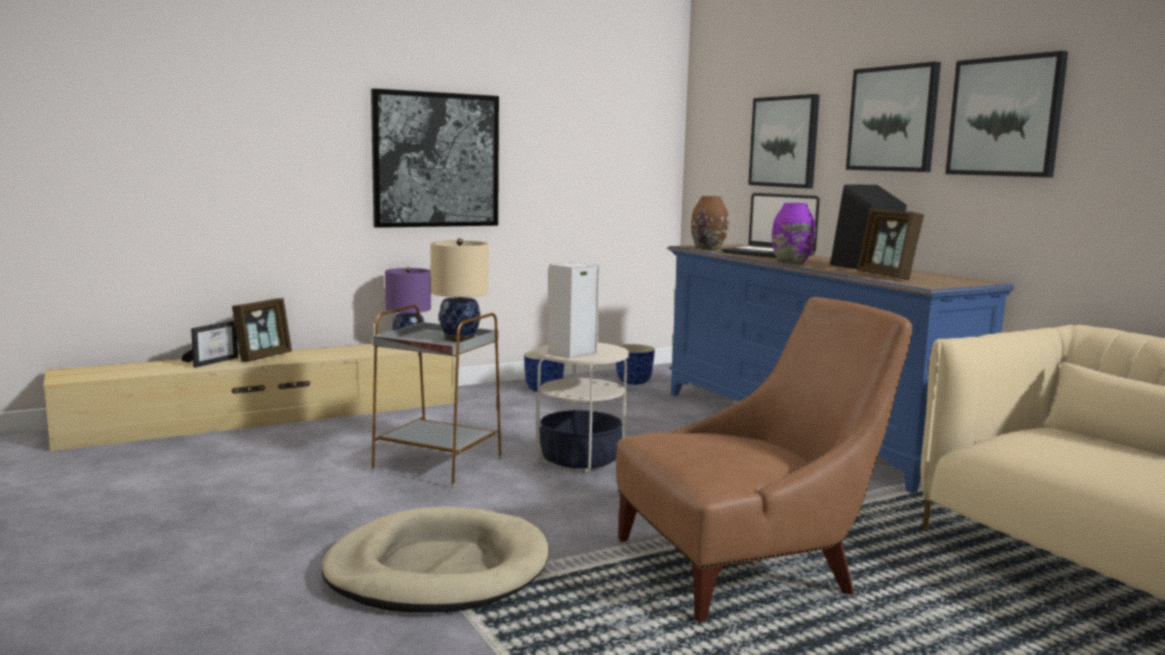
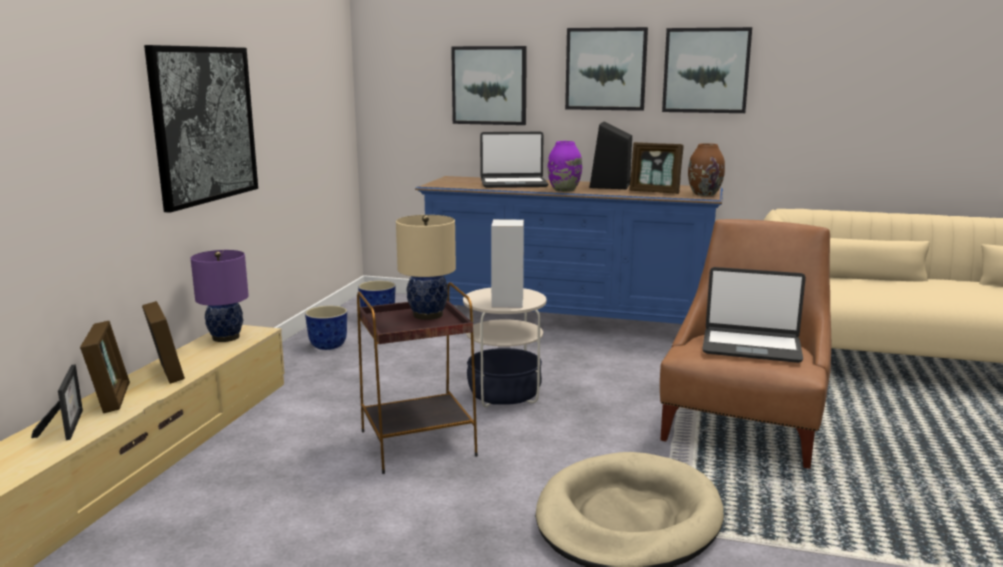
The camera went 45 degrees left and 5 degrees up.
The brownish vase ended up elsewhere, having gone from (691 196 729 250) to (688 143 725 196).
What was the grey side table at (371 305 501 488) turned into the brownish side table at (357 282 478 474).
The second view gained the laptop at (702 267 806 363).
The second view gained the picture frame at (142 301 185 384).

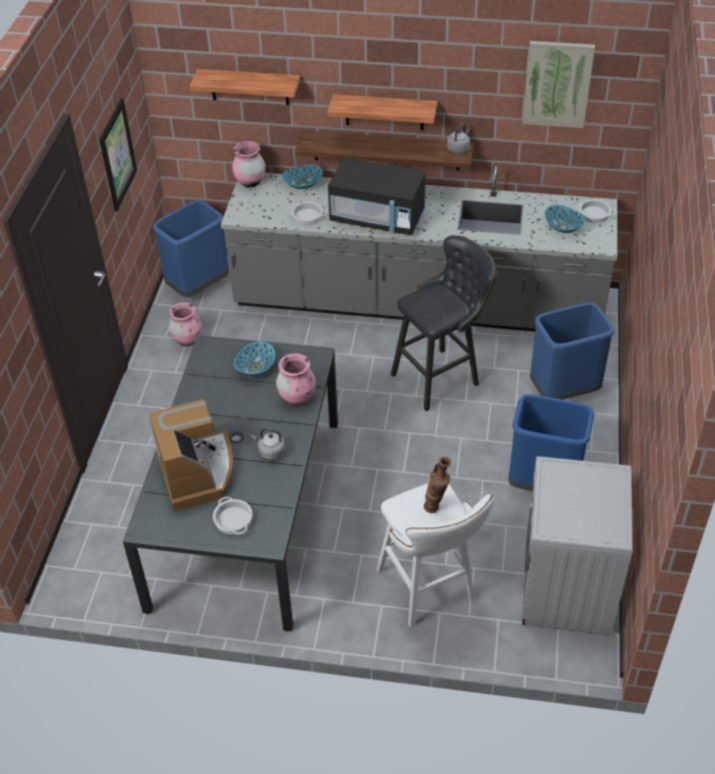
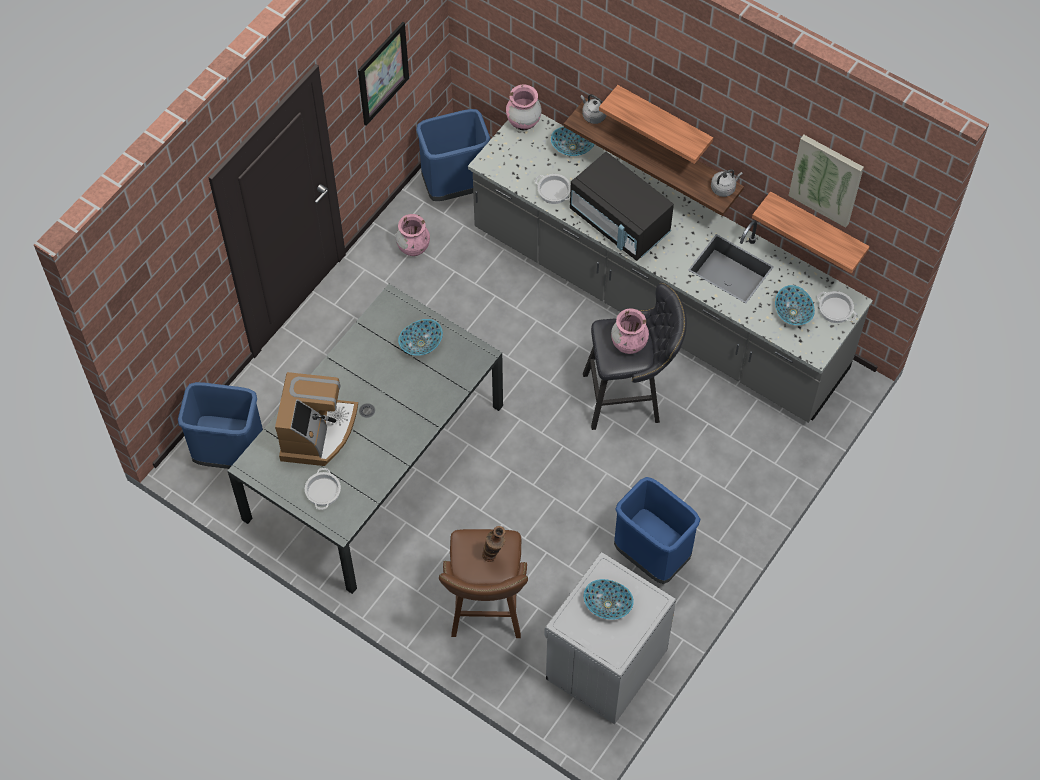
The camera went 25 degrees right and 15 degrees up.
The wall shelf ended up elsewhere, having gone from (190 69 300 105) to (752 191 870 273).
The blue waste bin ended up elsewhere, having gone from (530 303 614 400) to (178 382 263 469).
The pink vase ended up elsewhere, having gone from (276 353 316 406) to (611 309 649 354).
The grey water kettle ended up elsewhere, having gone from (251 428 286 460) to (581 94 606 124).
What was the white-coloured sitting stool at (376 483 494 628) turned into the brownish sitting stool at (439 529 528 638).
The second view gained the bowl at (584 579 634 620).

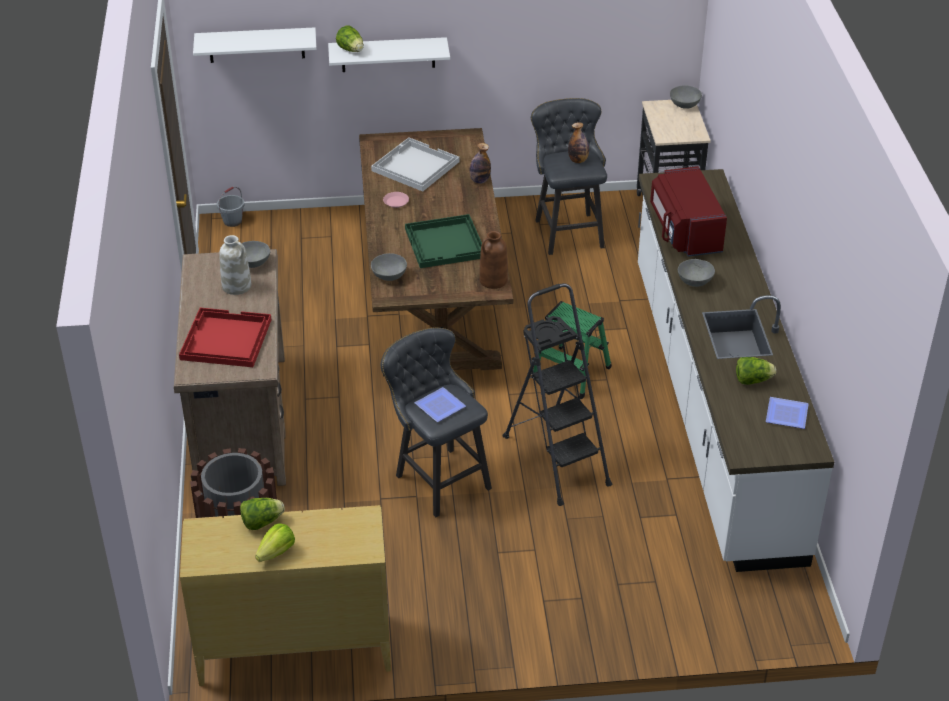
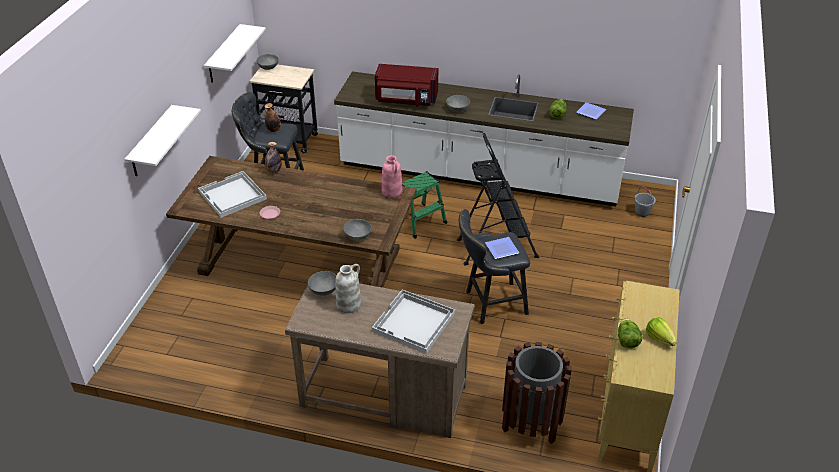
The camera went 70 degrees left and 0 degrees up.
The second view lost the head of lettuce at (336 25 364 52).
The white-coloured wall shelf ended up elsewhere, having gone from (193 27 317 63) to (204 24 266 83).
The grey bucket ended up elsewhere, having gone from (217 187 244 227) to (634 186 656 217).
The second view lost the greenish carrying tray at (405 214 482 268).
What was the brownish vase at (479 231 508 289) turned into the pink vase at (382 155 402 198).
What was the reddish carrying tray at (179 308 271 367) turned into the white-coloured carrying tray at (372 290 455 354).

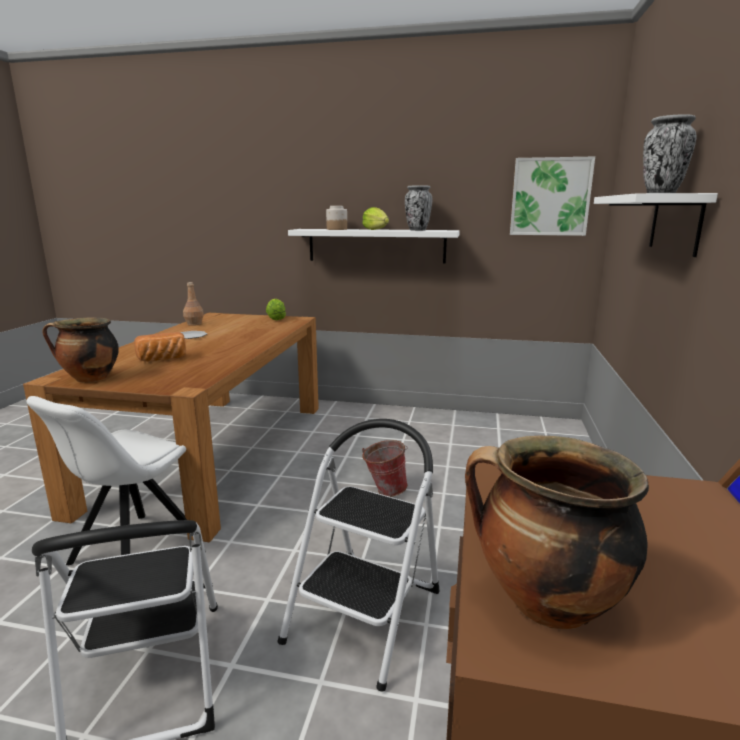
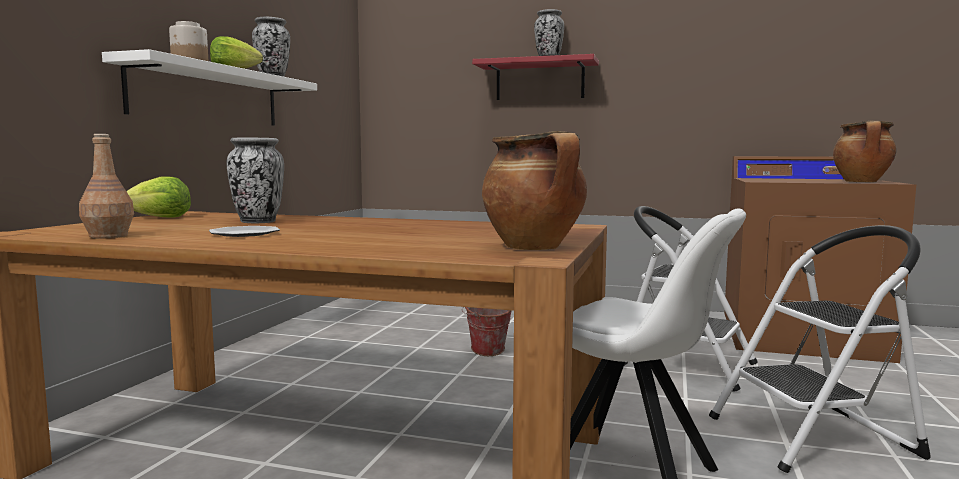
The camera went 85 degrees left and 10 degrees down.
The second view lost the wall picture at (510 157 595 236).
What was the white-coloured wall shelf at (594 193 718 257) turned into the reddish wall shelf at (472 54 599 100).
The second view lost the bakery bread at (134 332 186 362).
The second view gained the vase at (226 138 284 223).

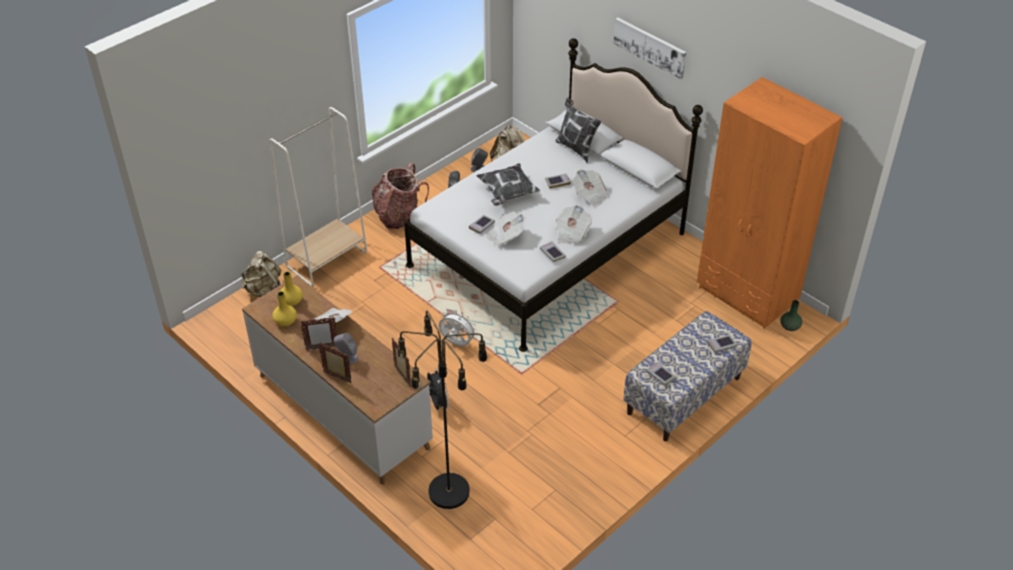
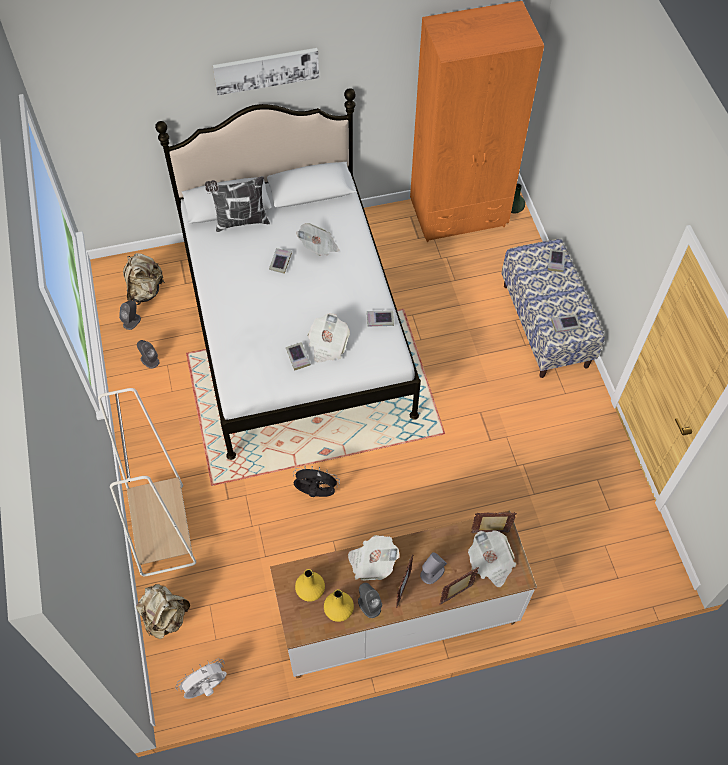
The camera went 60 degrees left and 15 degrees up.
The second view lost the rucksack at (372 163 429 229).
The second view lost the cushion at (476 163 540 206).
The daily paper ended up elsewhere, having gone from (556 205 592 244) to (468 530 516 587).
The second view lost the floor lamp at (398 310 487 509).
The white-coloured cooling fan ended up elsewhere, having gone from (439 310 477 346) to (175 658 227 699).
The blackish cooling fan ended up elsewhere, having gone from (427 368 450 410) to (293 466 340 497).
The second view gained the grey audio speaker at (358 583 382 618).

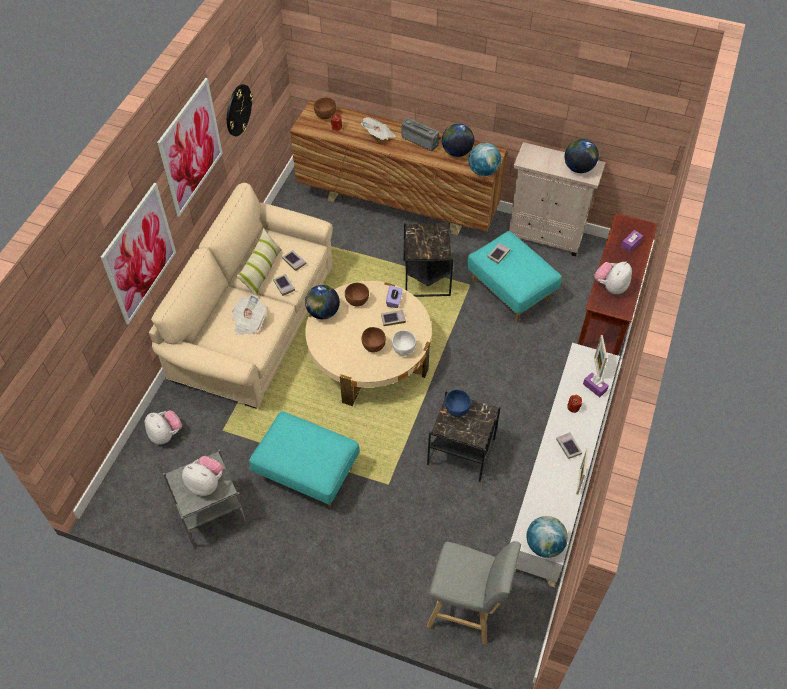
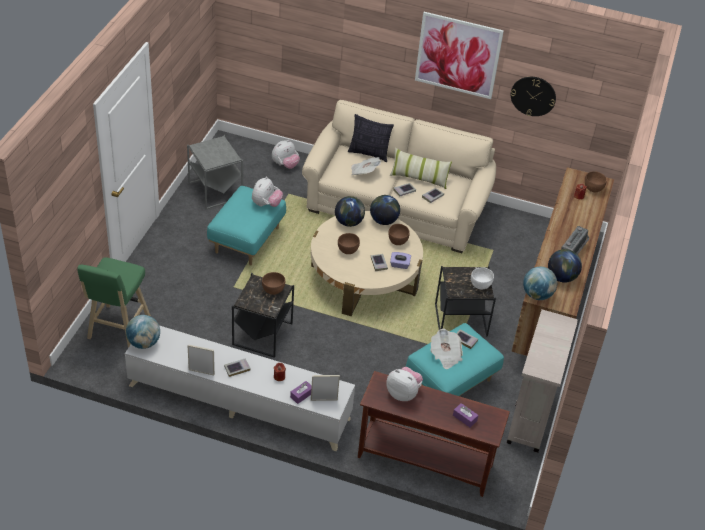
The camera went 85 degrees right and 10 degrees down.
The daily paper ended up elsewhere, having gone from (361 117 396 140) to (430 329 463 369).
The desk globe ended up elsewhere, having gone from (565 139 599 173) to (335 196 365 227).
The second view lost the wall picture at (101 183 176 325).
The white-coloured bowl ended up elsewhere, having gone from (392 330 416 356) to (471 267 494 289).
What was the blue bowl at (445 390 471 417) turned into the brownish bowl at (262 272 285 295).
The cuddly toy ended up elsewhere, having gone from (182 456 223 496) to (252 177 283 207).
What was the grey sitting stool at (427 541 521 644) turned into the greenish sitting stool at (78 257 151 348).
The second view gained the cushion at (348 114 394 162).

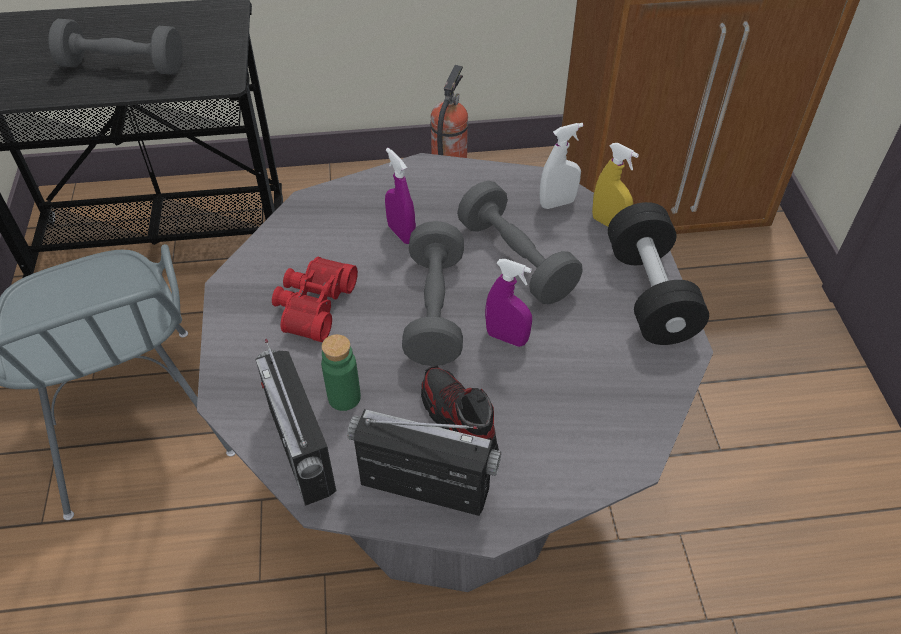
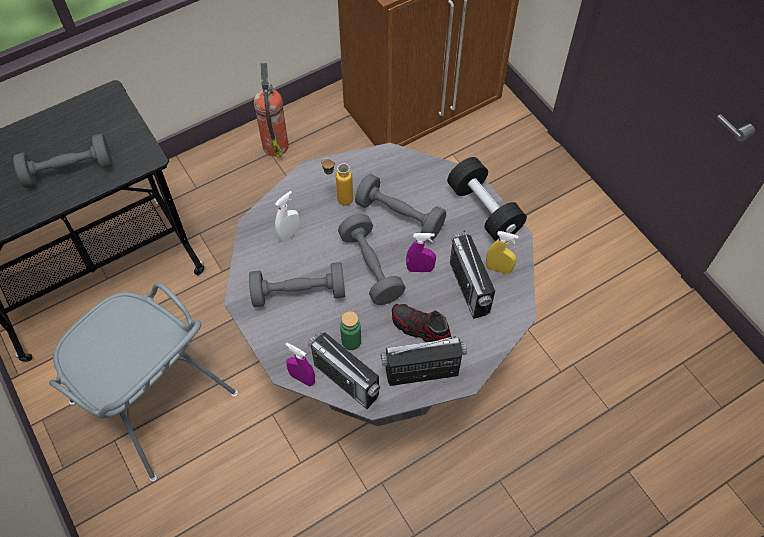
The camera went 25 degrees left and 10 degrees up.
The white-coloured hand sprayer ended up elsewhere, having gone from (539 123 583 209) to (275 191 300 242).
The yellow-coloured hand sprayer ended up elsewhere, having gone from (592 143 639 227) to (486 231 519 274).
The purple hand sprayer ended up elsewhere, having gone from (385 148 416 244) to (285 343 315 386).
Where the reddish pair of binoculars stood at (272 257 358 342), the grey dumbbell came to stand at (249 262 345 307).
The second view gained the beverage bottle at (321 158 353 206).
The second view gained the radio set at (450 230 495 319).

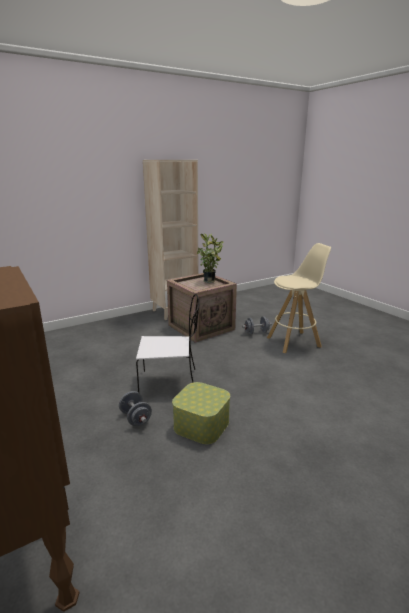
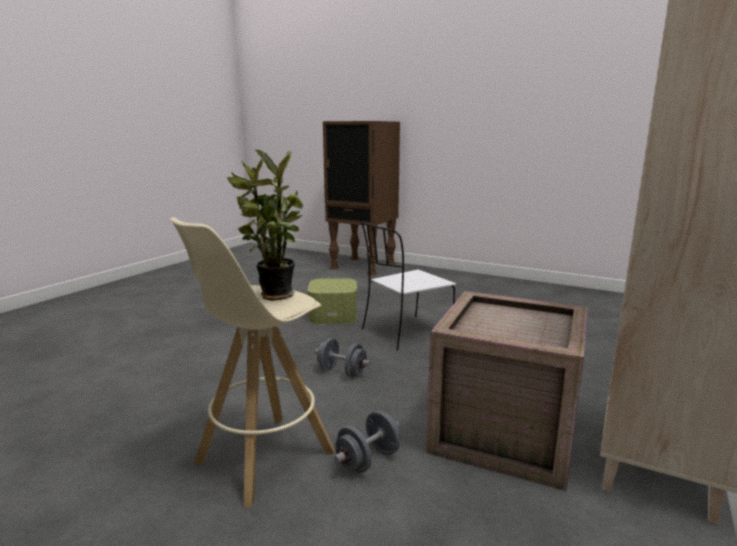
The camera went 150 degrees right and 5 degrees down.
The houseplant ended up elsewhere, having gone from (197 233 224 283) to (227 150 303 301).
The grey dumbbell ended up elsewhere, having gone from (119 391 152 426) to (315 338 370 377).

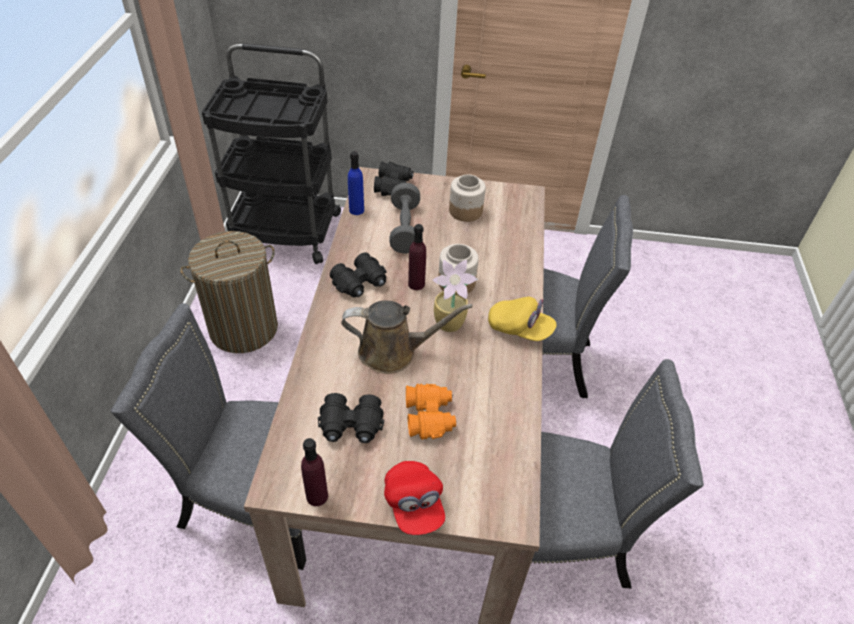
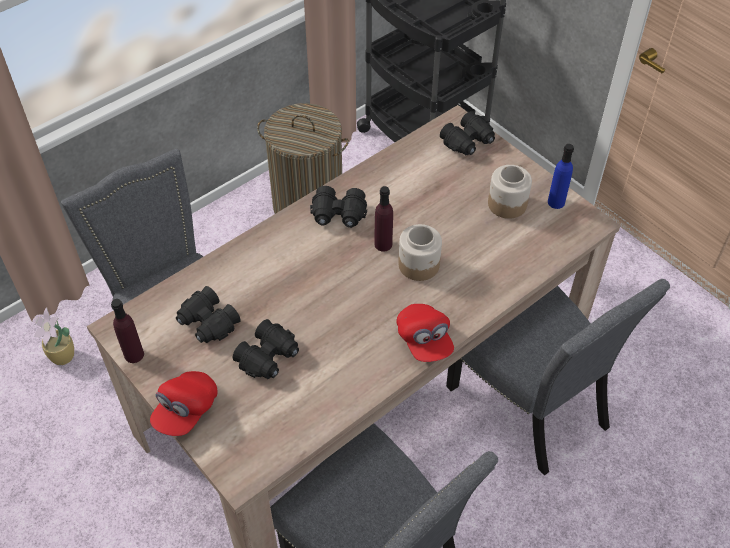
The camera went 45 degrees right and 5 degrees up.
The blue beverage bottle ended up elsewhere, having gone from (348 151 364 215) to (548 144 574 209).
The second view lost the grey dumbbell at (389 183 420 254).
The houseplant ended up elsewhere, having gone from (432 260 478 332) to (34 308 74 365).
What was the yellow-coloured baseball cap at (488 297 557 341) turned into the reddish baseball cap at (396 304 454 362).
The second view lost the brownish watering pot at (341 300 473 374).
What was the orangey pair of binoculars at (406 384 457 440) turned into the blackish pair of binoculars at (233 319 299 379).

